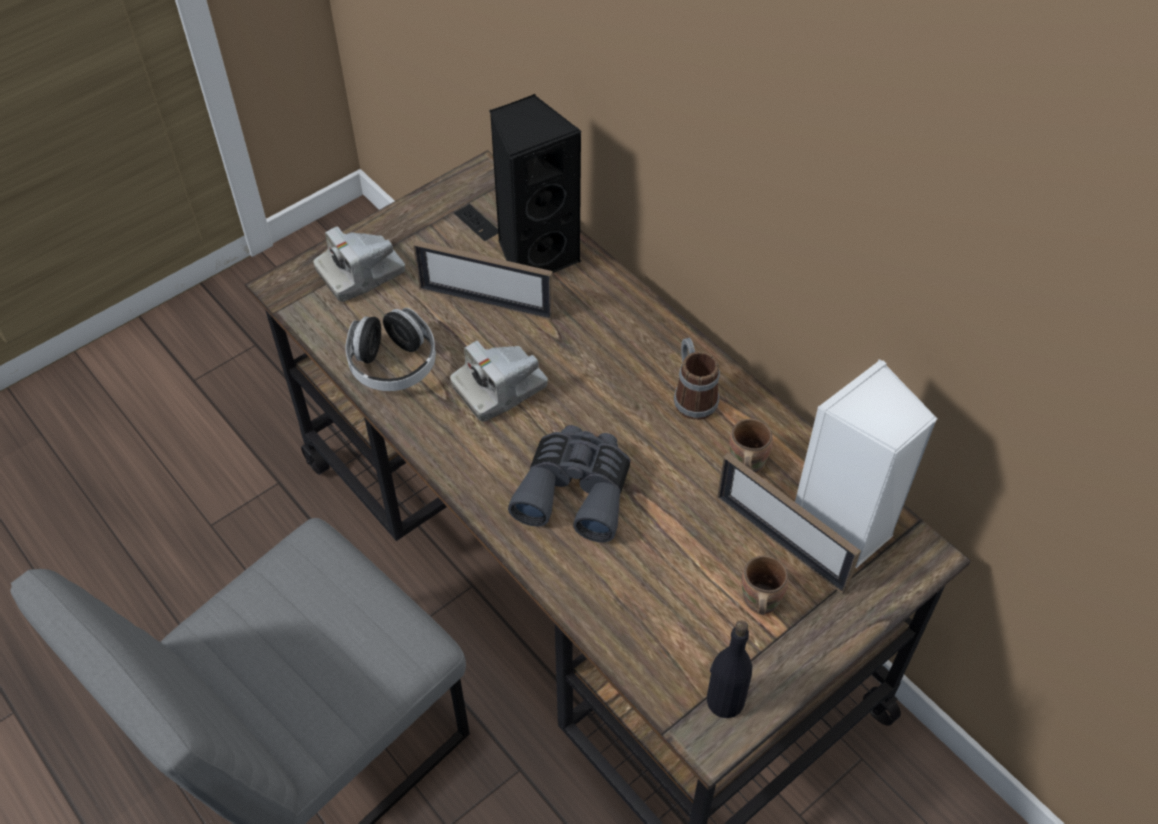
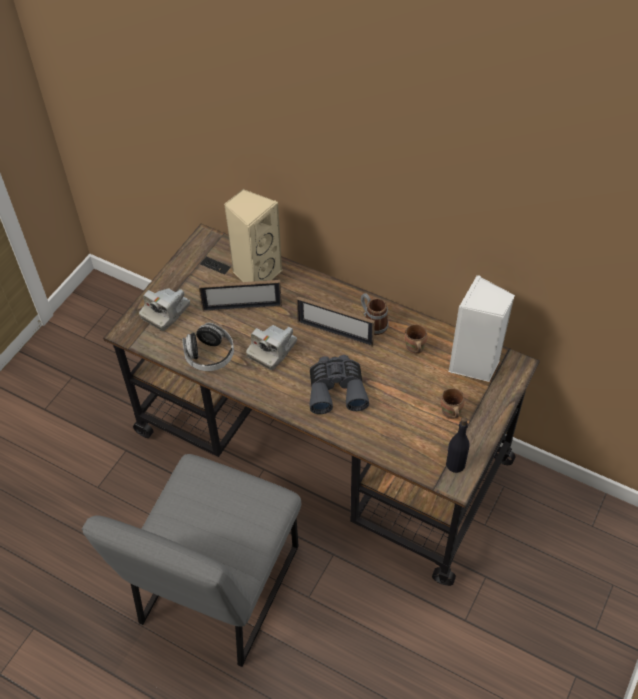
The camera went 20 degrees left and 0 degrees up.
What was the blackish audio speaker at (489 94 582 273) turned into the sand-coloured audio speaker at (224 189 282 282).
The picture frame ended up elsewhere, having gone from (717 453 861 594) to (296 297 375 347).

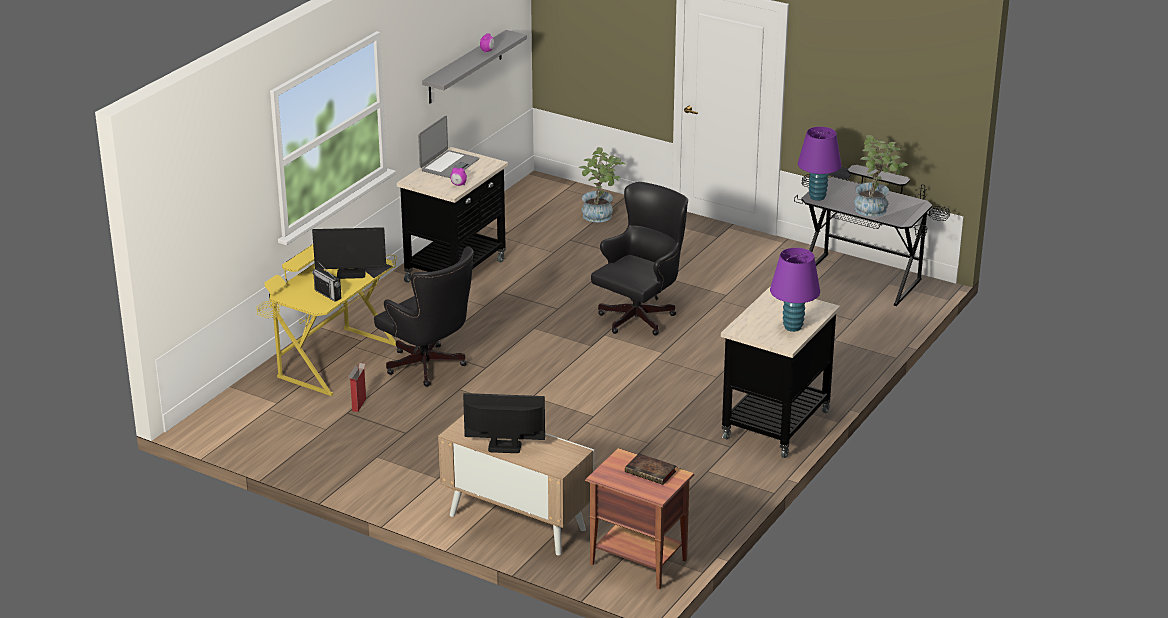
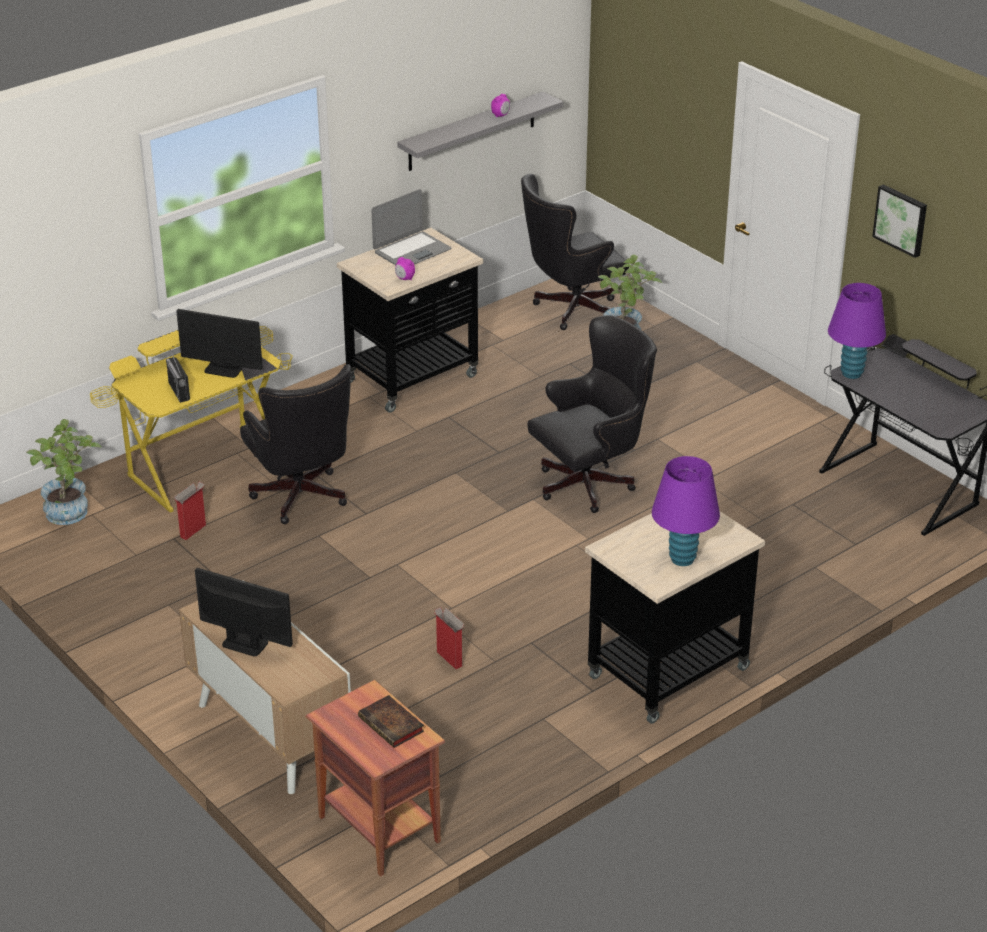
The camera went 20 degrees right and 5 degrees up.
The houseplant ended up elsewhere, having gone from (854 135 908 217) to (26 419 102 525).
The second view gained the blackish computer chair at (521 174 629 330).
The second view gained the wall picture at (872 184 927 258).
The second view gained the packing box at (435 607 464 669).

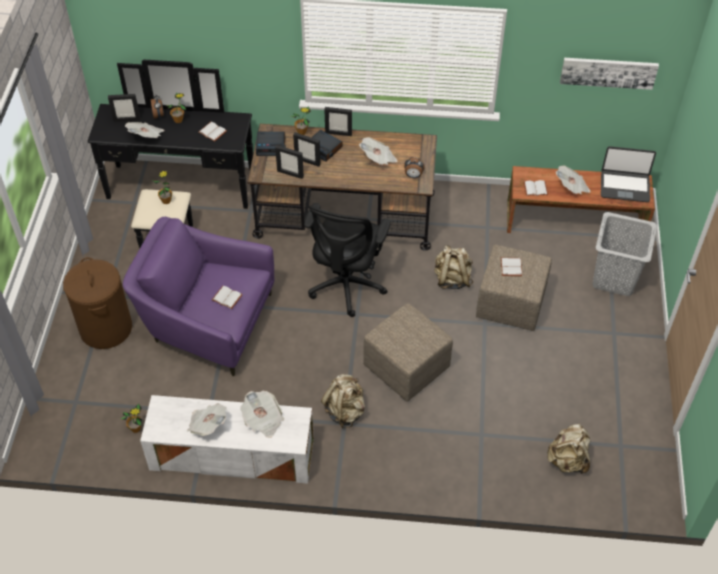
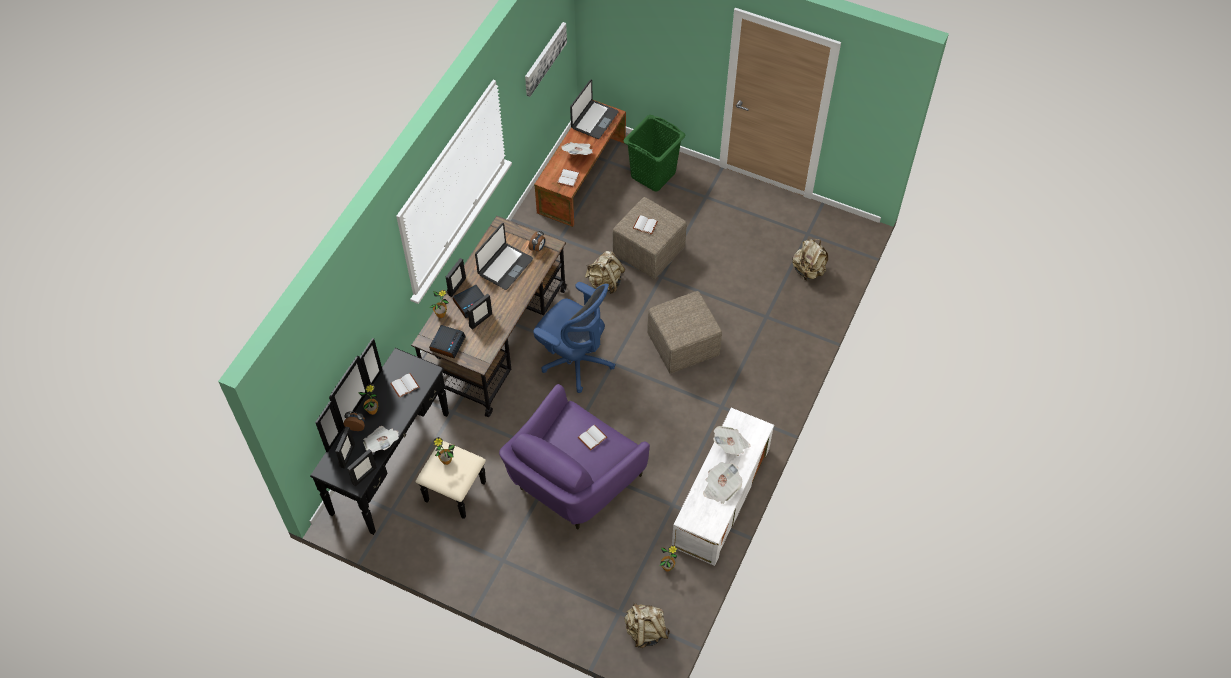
The camera went 70 degrees left and 5 degrees up.
Where the daily paper stood at (359 137 397 165), the laptop came to stand at (475 223 533 290).
The picture frame ended up elsewhere, having gone from (275 145 304 179) to (347 449 377 487).
What was the blackish computer chair at (304 203 391 317) turned into the blue computer chair at (533 282 615 393).
What was the grey washing basket at (592 212 657 296) turned into the greenish washing basket at (624 115 685 192).
The second view lost the brownish washing basket at (63 257 132 349).
The sand-coloured rucksack ended up elsewhere, having gone from (321 374 365 428) to (625 603 670 648).

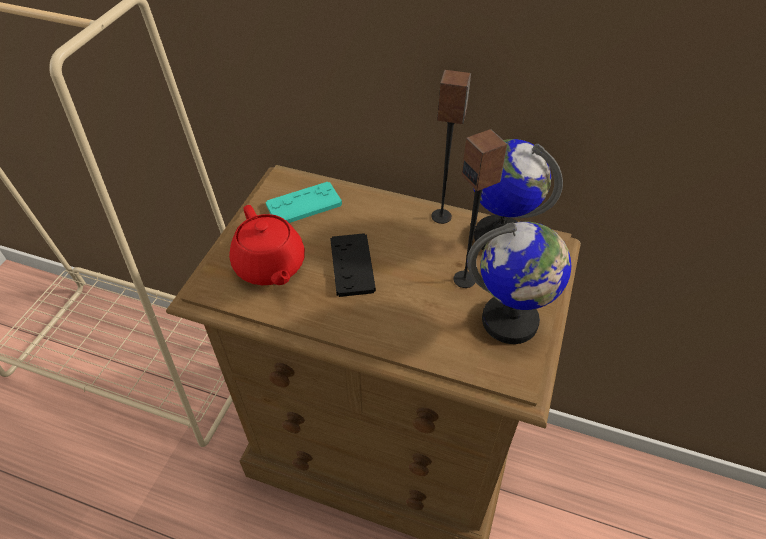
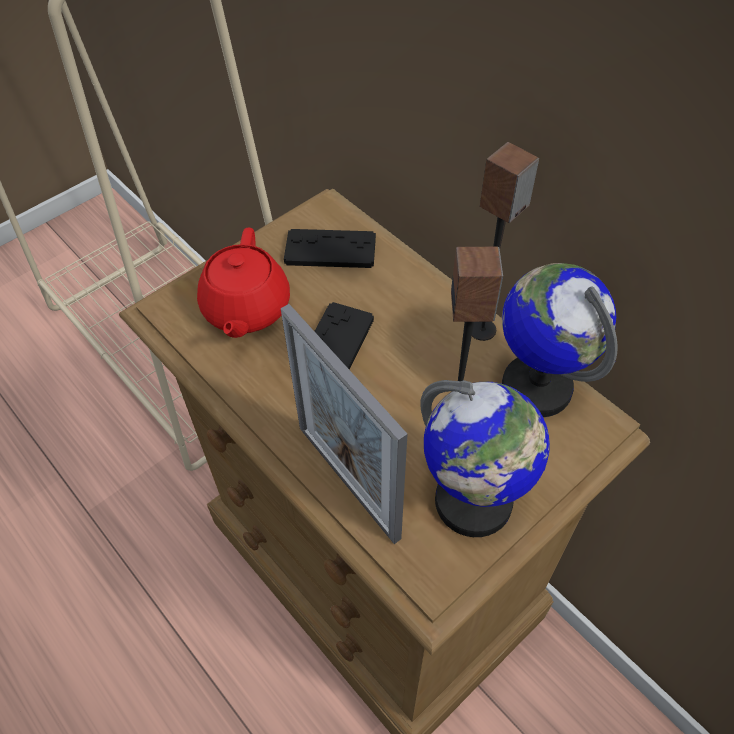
The camera went 30 degrees right and 5 degrees up.
What was the turquoise game controller at (266 182 342 223) turned into the blackish game controller at (284 229 376 268).
The second view gained the picture frame at (281 304 407 544).

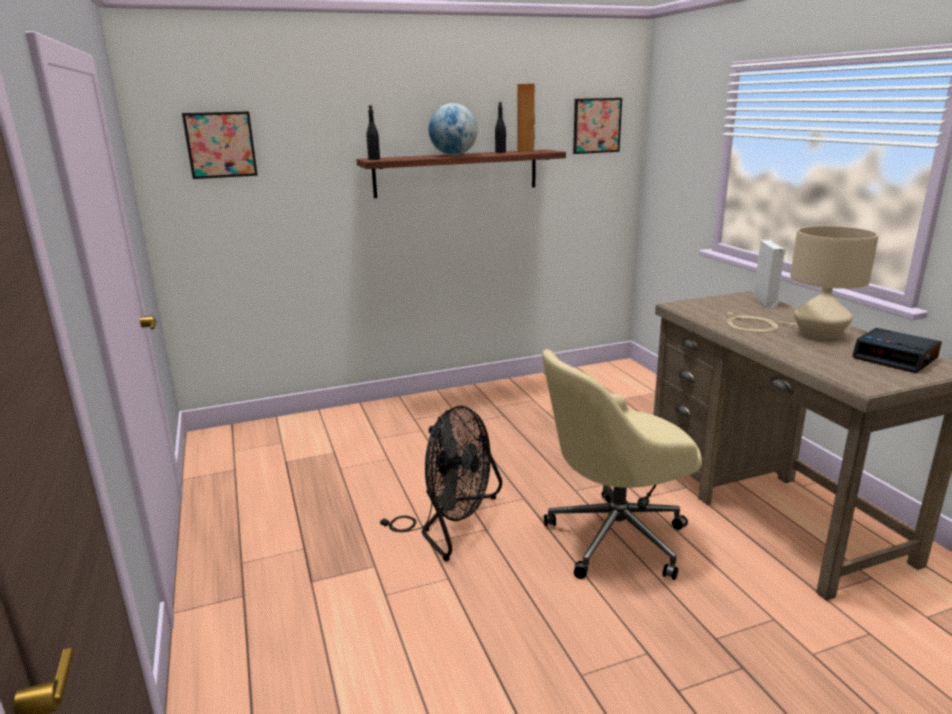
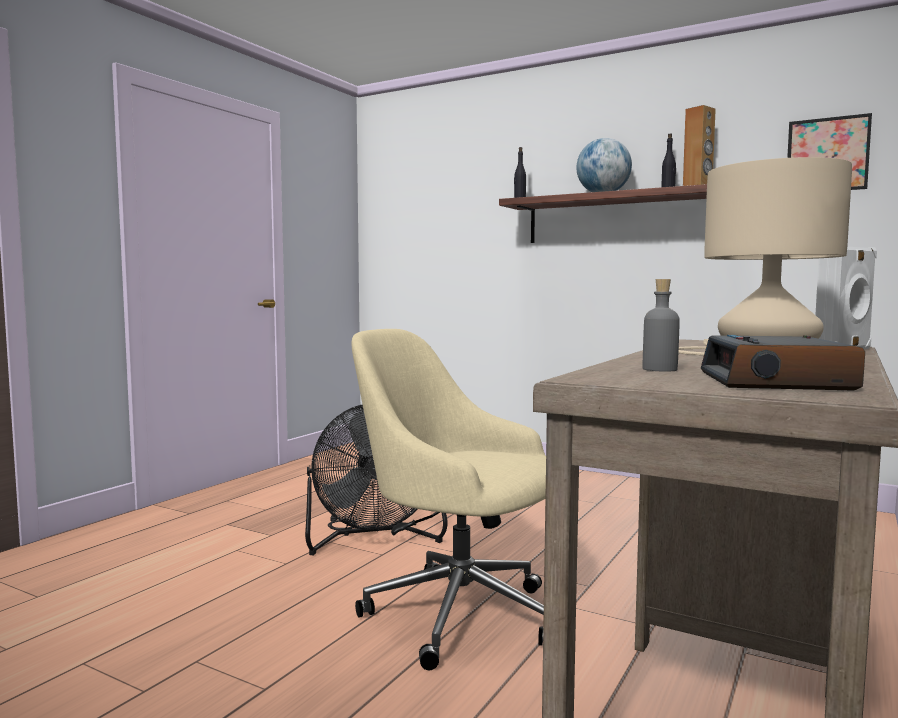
The camera went 50 degrees right and 15 degrees down.
The second view lost the wall picture at (182 111 258 179).
The second view gained the grey beverage bottle at (643 279 680 372).

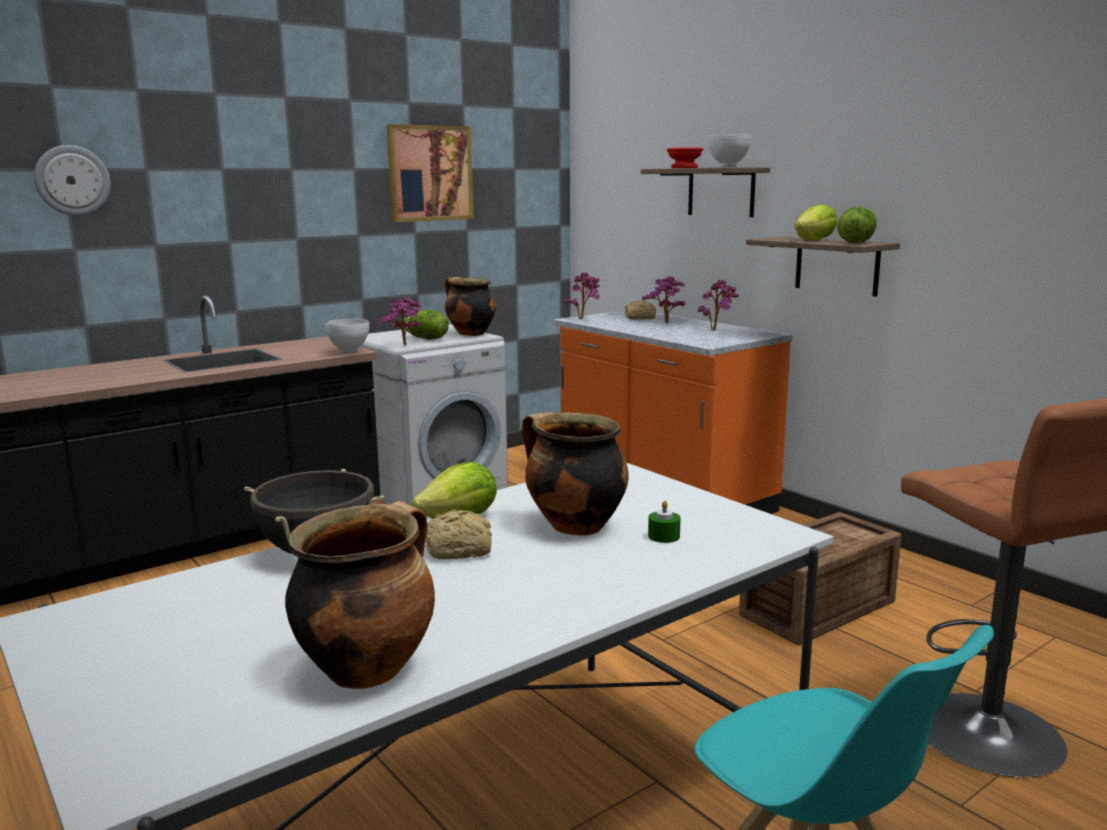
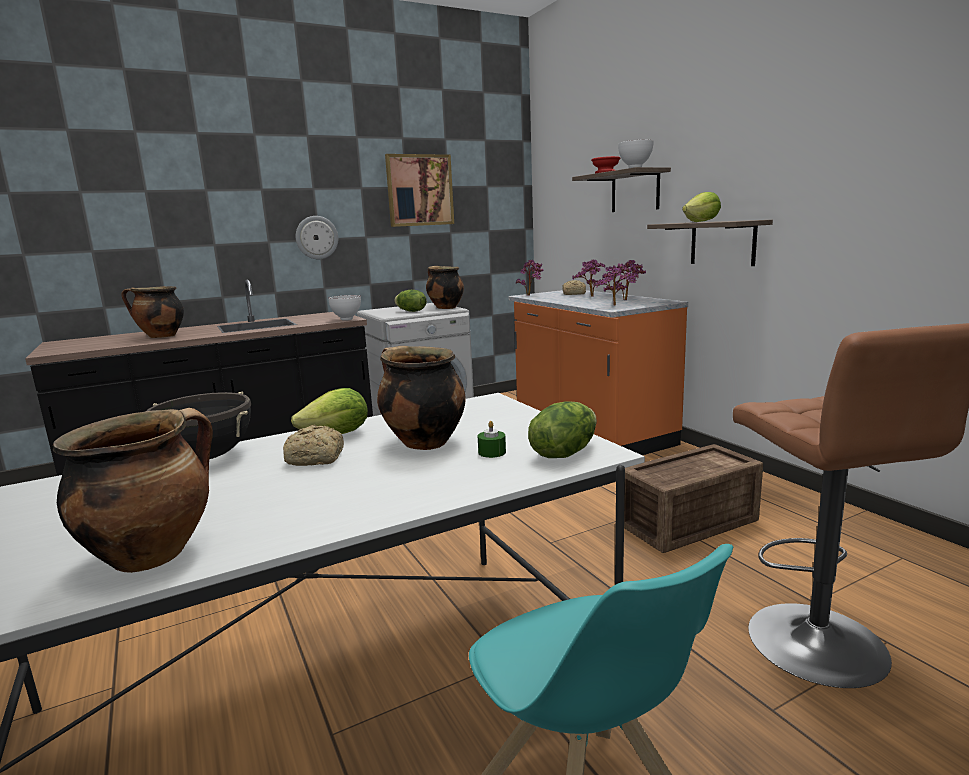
The camera went 10 degrees right and 0 degrees up.
The wall clock ended up elsewhere, having gone from (34 145 111 216) to (296 216 338 259).
The head of lettuce ended up elsewhere, having gone from (837 207 877 243) to (528 401 597 458).
The houseplant ended up elsewhere, having gone from (378 297 422 345) to (594 264 632 306).
The second view gained the cooking pot at (121 286 184 338).

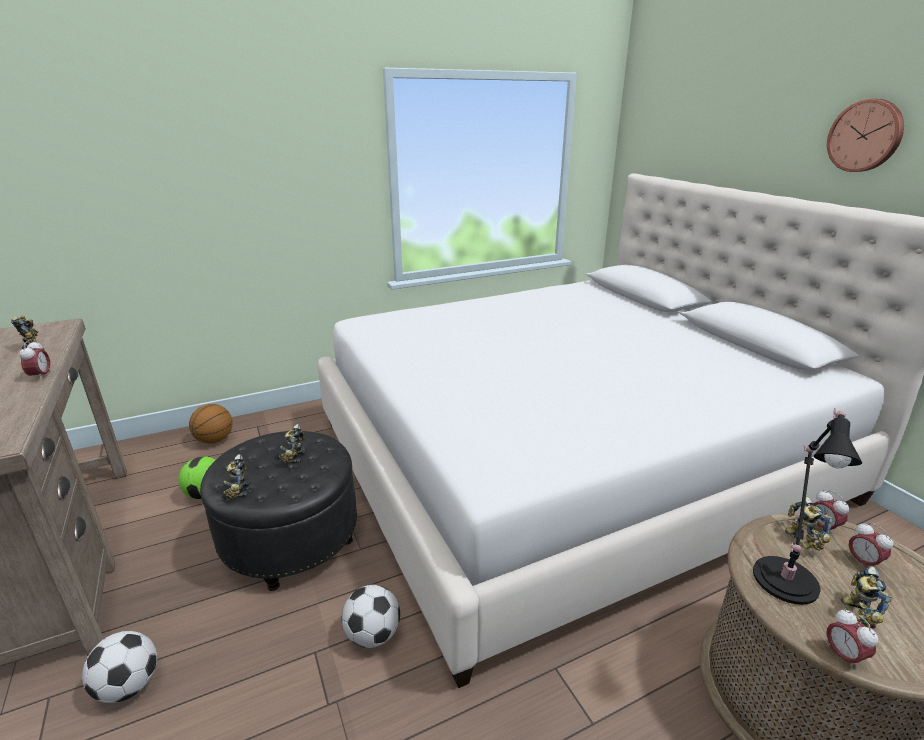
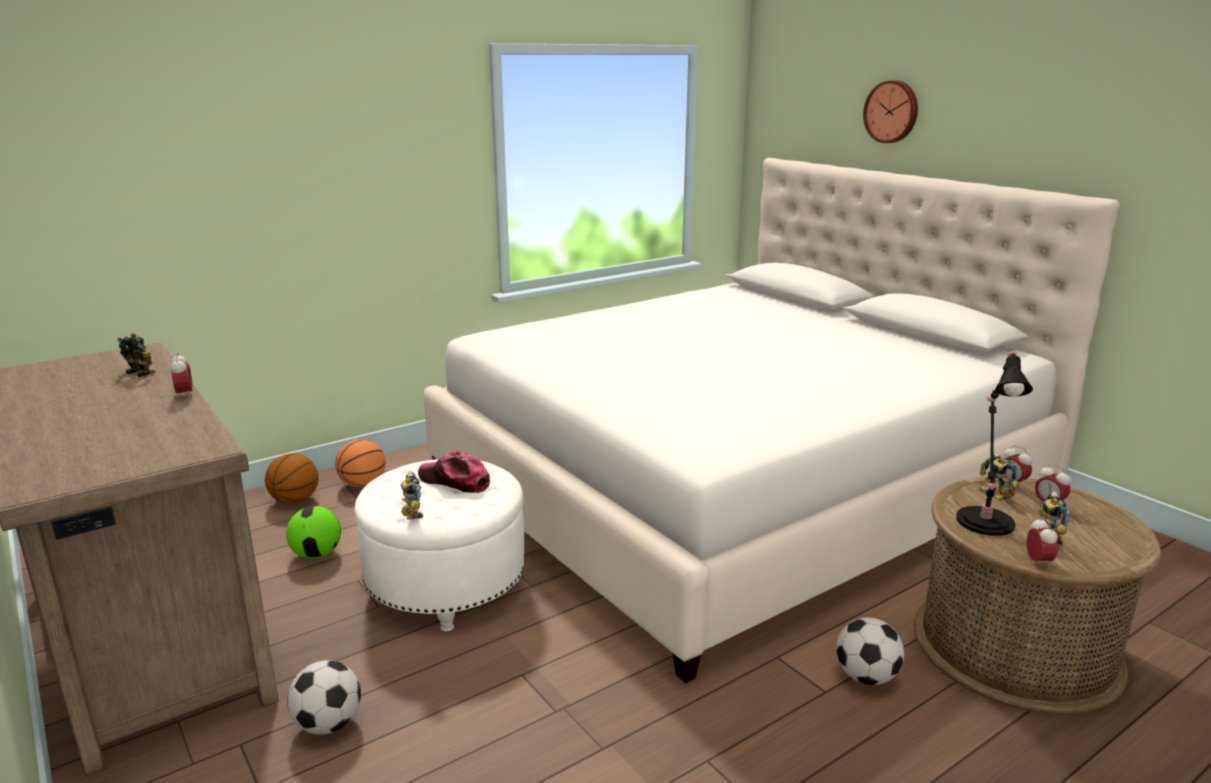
The camera went 10 degrees left and 5 degrees down.
The wall clock ended up elsewhere, having gone from (827 99 904 172) to (863 80 918 143).
Where the toy robot stood at (279 424 306 463), the baseball cap came to stand at (418 451 490 493).
What was the blackish ottoman at (200 431 357 591) turned into the white-coloured ottoman at (355 459 525 631).
The ball for football ended up elsewhere, having gone from (342 585 400 648) to (836 617 904 685).
The alarm clock at (826 609 878 670) ended up facing another way, 150 degrees counterclockwise from before.
The second view gained the basketball at (335 439 386 487).

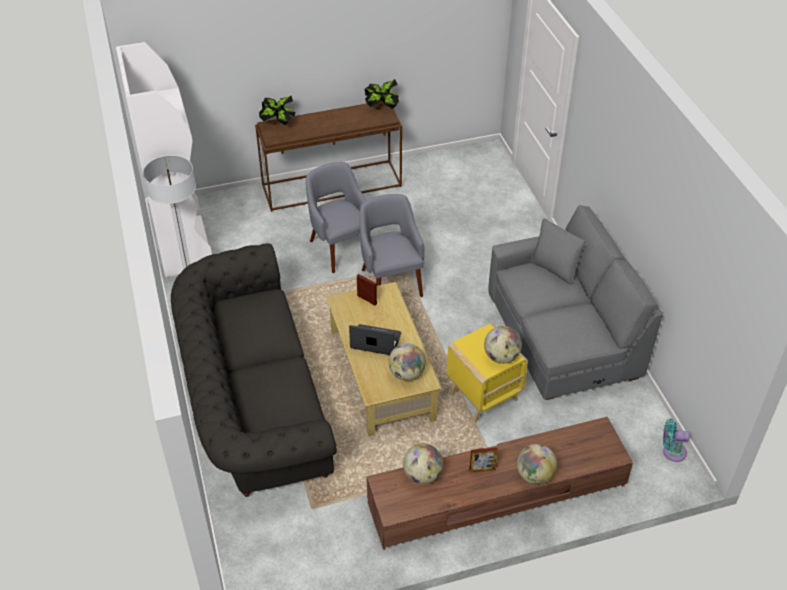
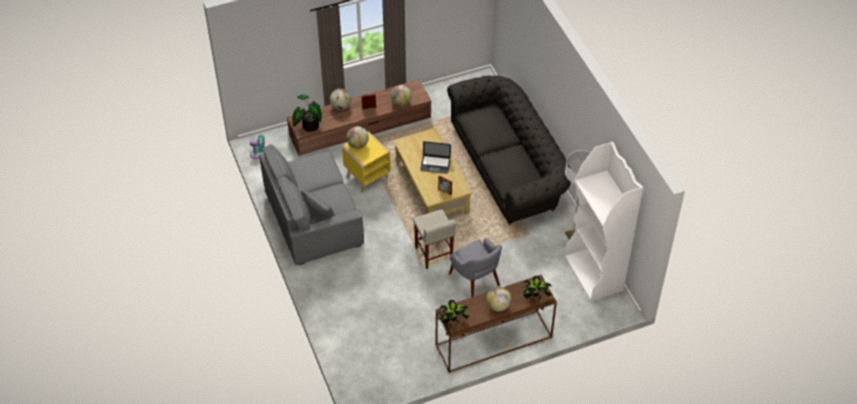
The camera went 175 degrees right and 5 degrees up.
Where the grey armchair stood at (360 194 424 297), the sand-coloured sitting stool came to stand at (413 210 456 269).
The desk globe ended up elsewhere, having gone from (388 343 426 381) to (486 286 511 311).
The second view gained the houseplant at (292 95 322 132).

